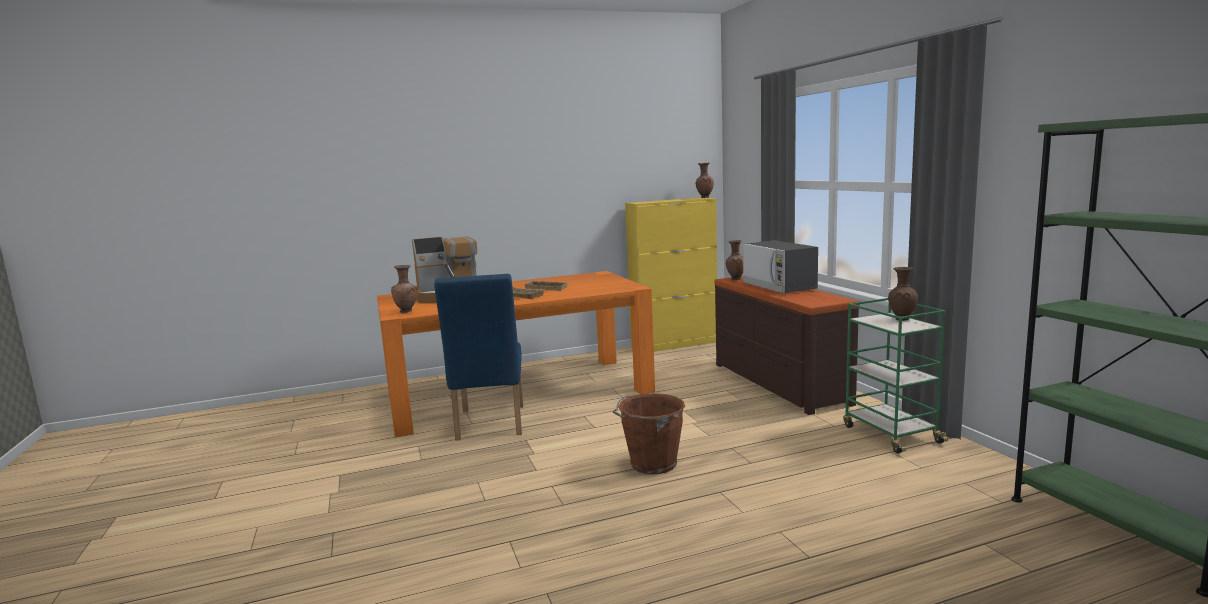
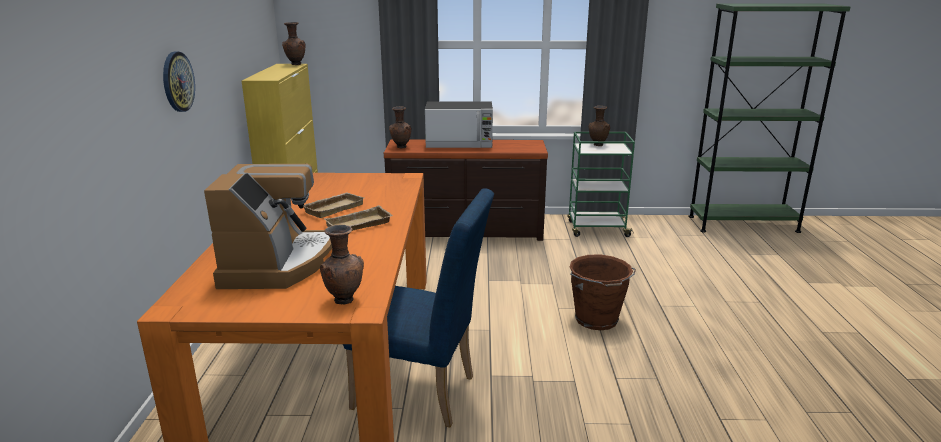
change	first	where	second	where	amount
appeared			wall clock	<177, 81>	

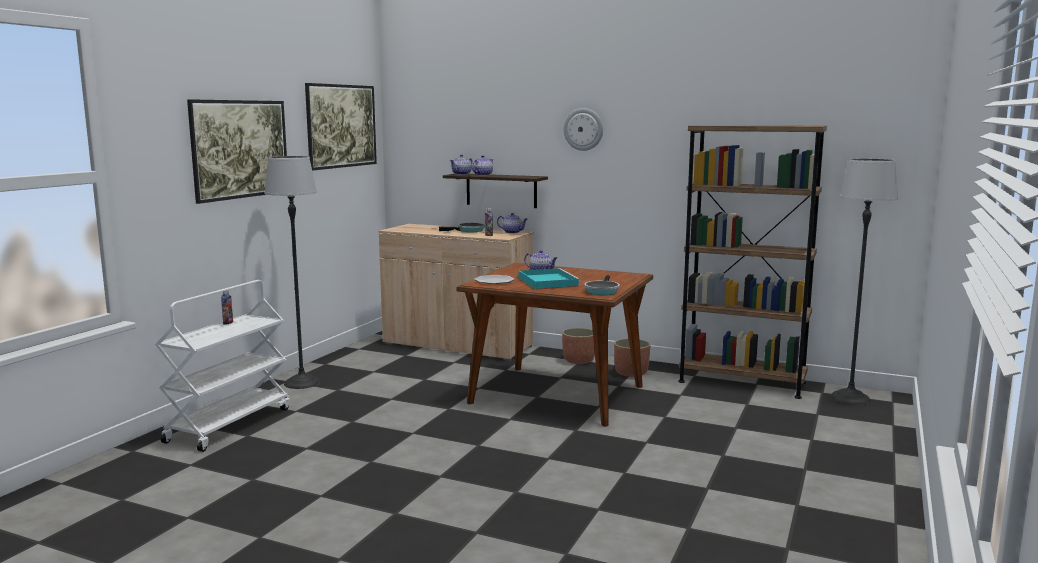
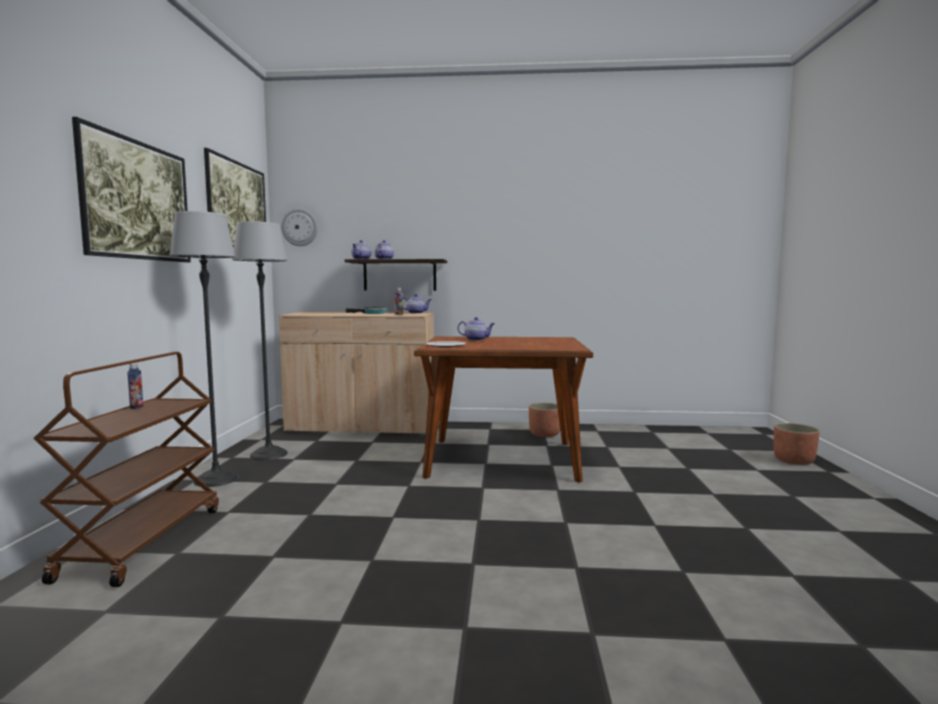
change	first	where	second	where	amount
colour	white cart	<229, 424>	brown cart	<143, 541>	
relocated	floor lamp	<850, 398>		<269, 454>	
relocated	wall clock	<583, 129>		<300, 227>	
relocated	planter	<578, 361>		<793, 461>	
missing	turquoise tray	<547, 282>			
missing	frying pan	<601, 291>			
missing	brown bookcase	<741, 382>			

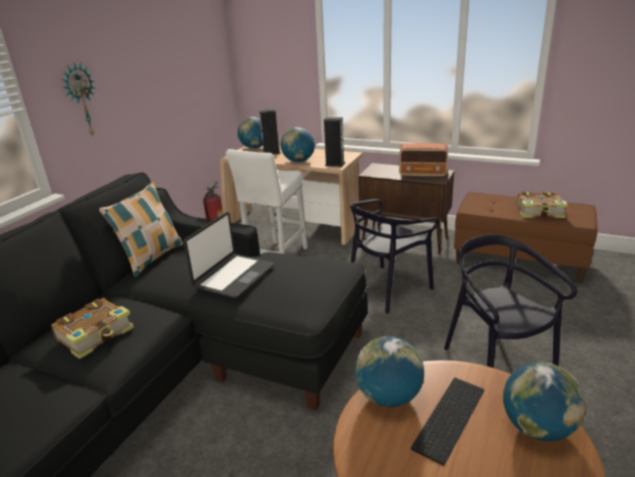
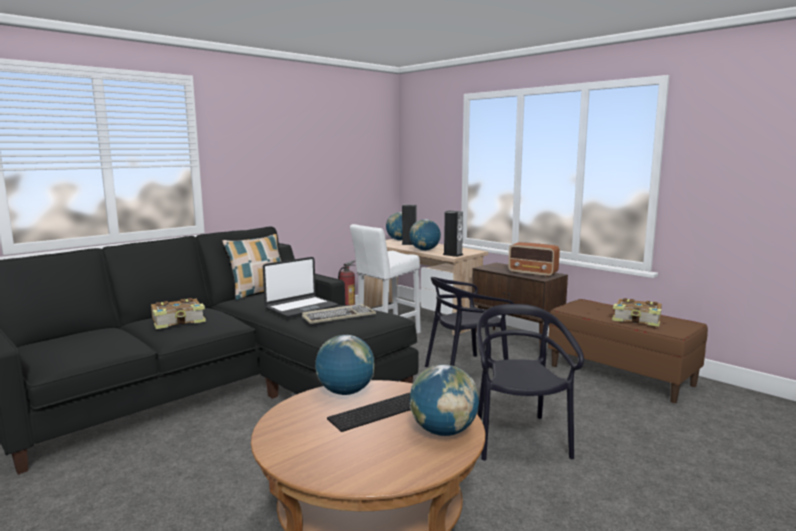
change	first	where	second	where	amount
appeared			keyboard	<338, 316>	
missing	wall clock	<81, 100>			

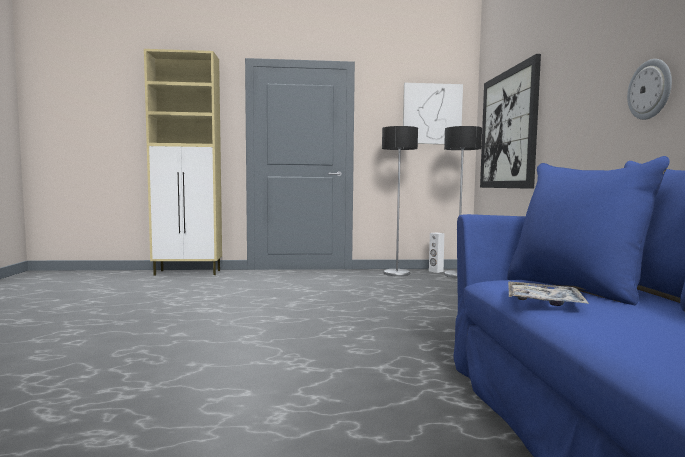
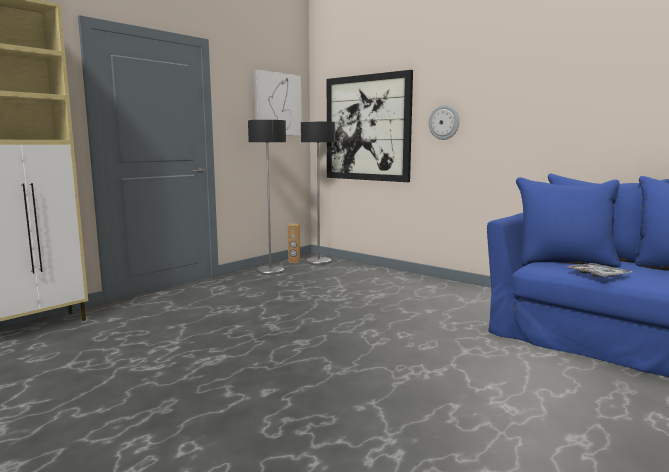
change	first	where	second	where	amount
colour	white speaker	<435, 271>	brown speaker	<294, 261>	
relocated	wall clock	<650, 89>		<444, 122>	

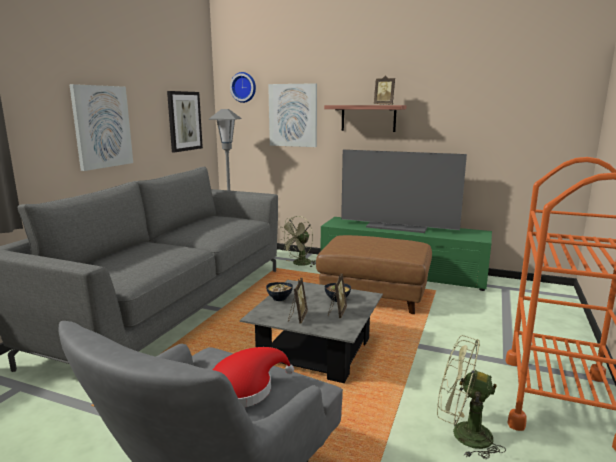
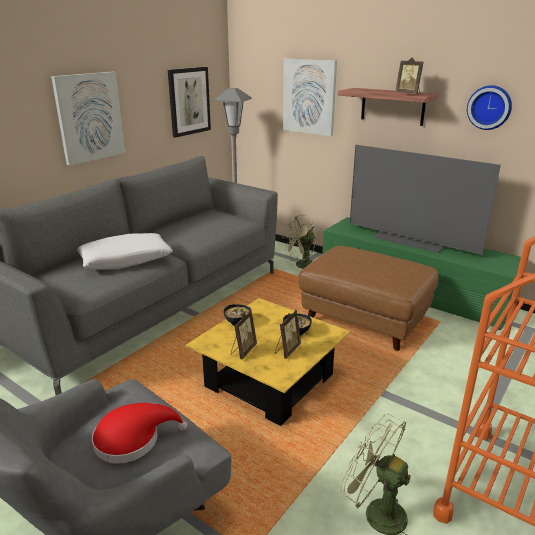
change	first	where	second	where	amount
appeared			white pillow	<125, 260>	
colour	grey coffee table	<315, 351>	yellow coffee table	<269, 381>	
relocated	wall clock	<244, 87>		<489, 107>	

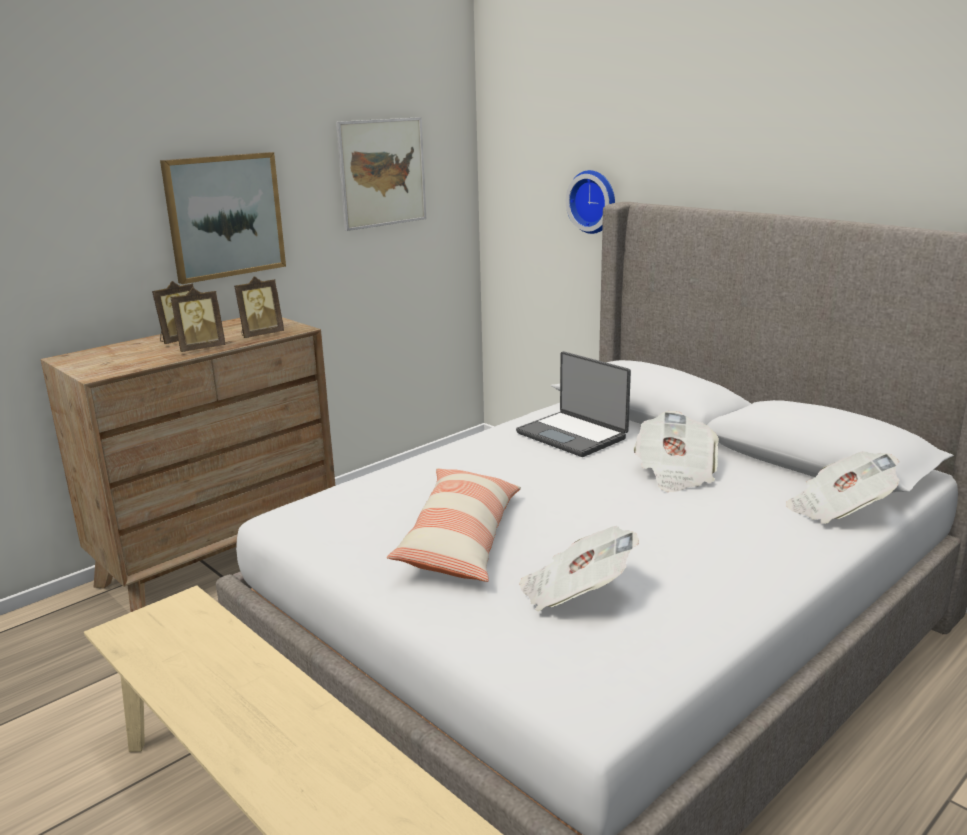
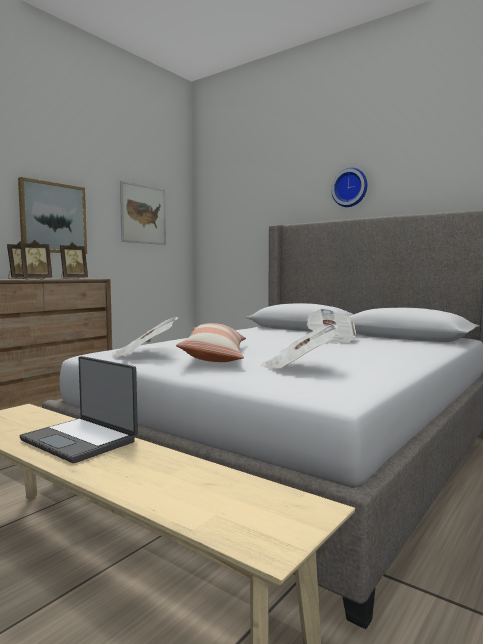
change	first	where	second	where	amount
relocated	laptop	<573, 435>		<81, 440>	
relocated	newspaper	<838, 510>		<144, 355>	
relocated	wall clock	<594, 201>		<350, 188>	

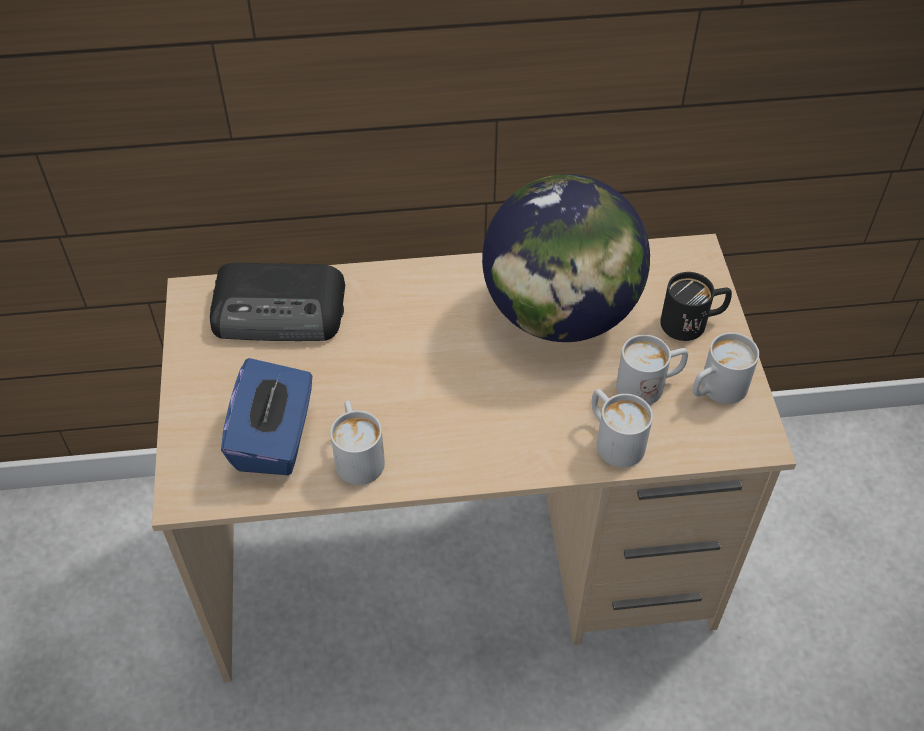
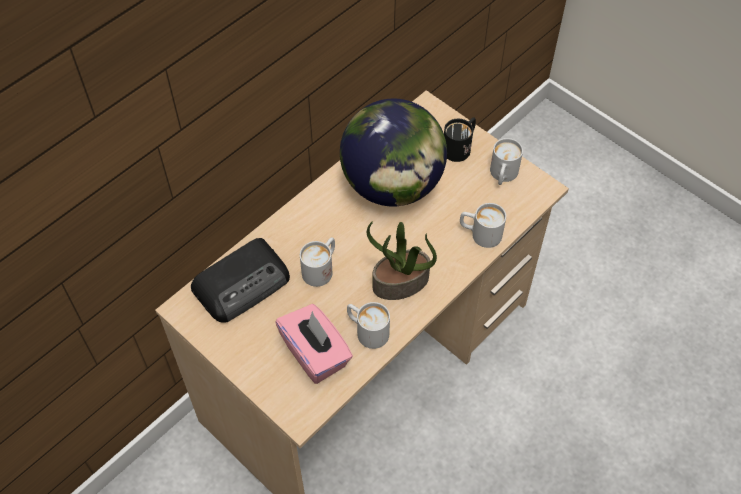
change	first	where	second	where	amount
colour	blue tissue box	<275, 439>	pink tissue box	<315, 354>	
relocated	white mug	<650, 385>		<321, 268>	
appeared			potted plant	<400, 283>	

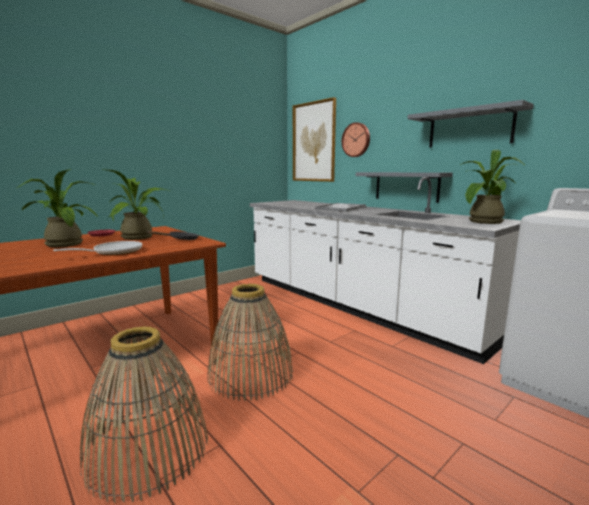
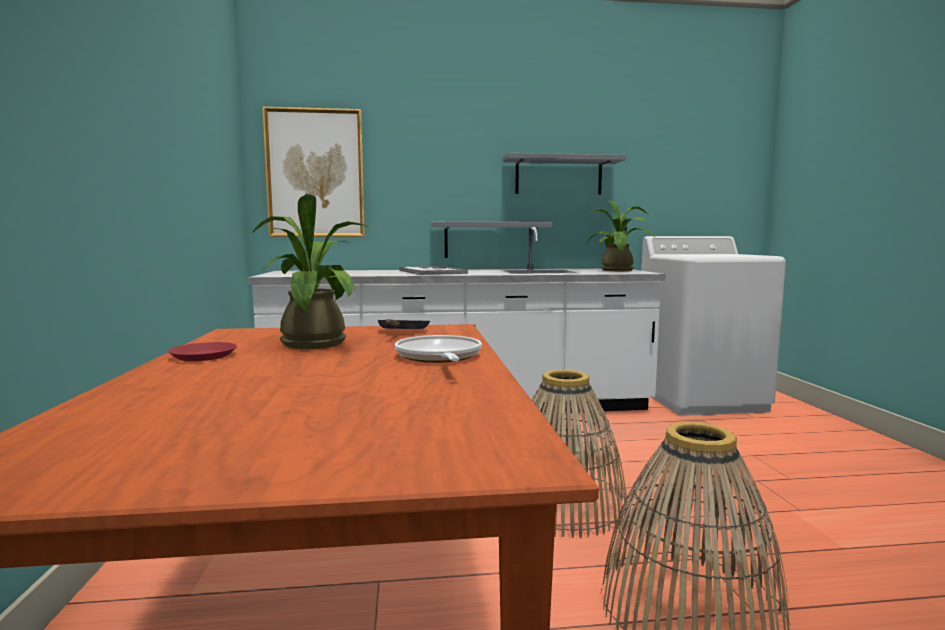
change	first	where	second	where	amount
missing	potted plant	<63, 244>			
missing	wall clock	<356, 140>			

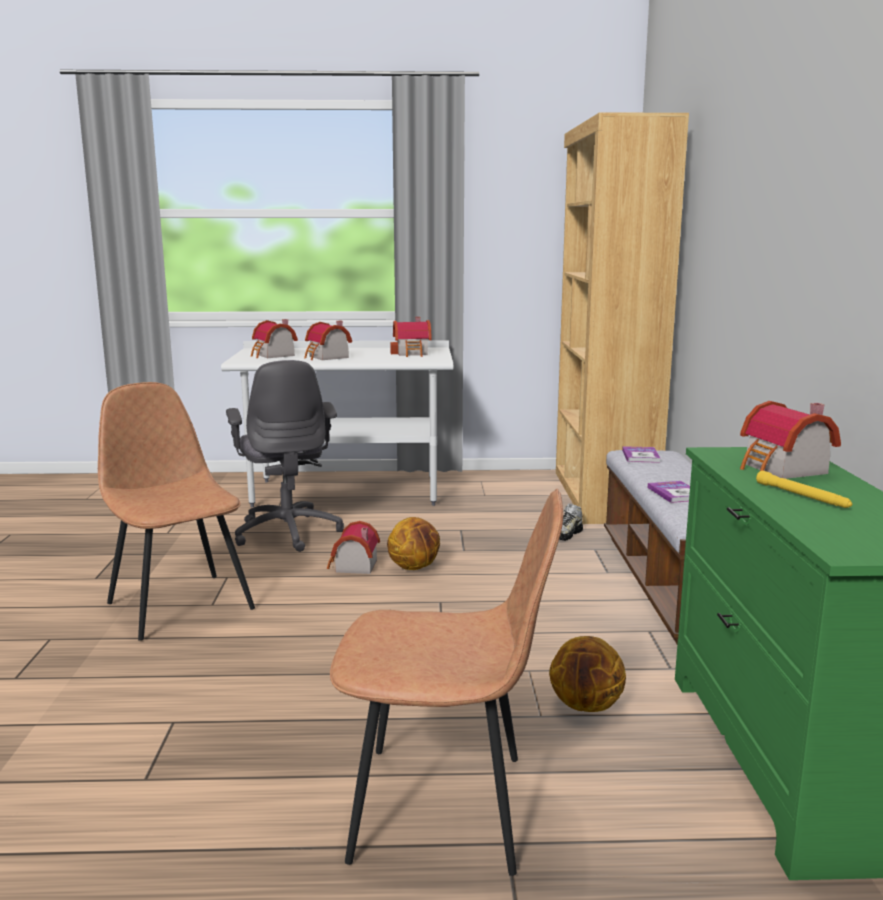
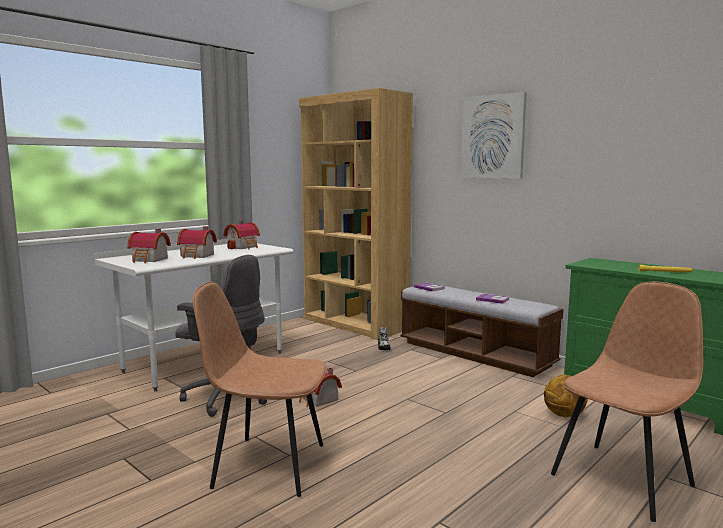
change	first	where	second	where	amount
appeared			picture	<493, 137>	
missing	basketball	<415, 567>			
missing	toy house	<783, 470>			

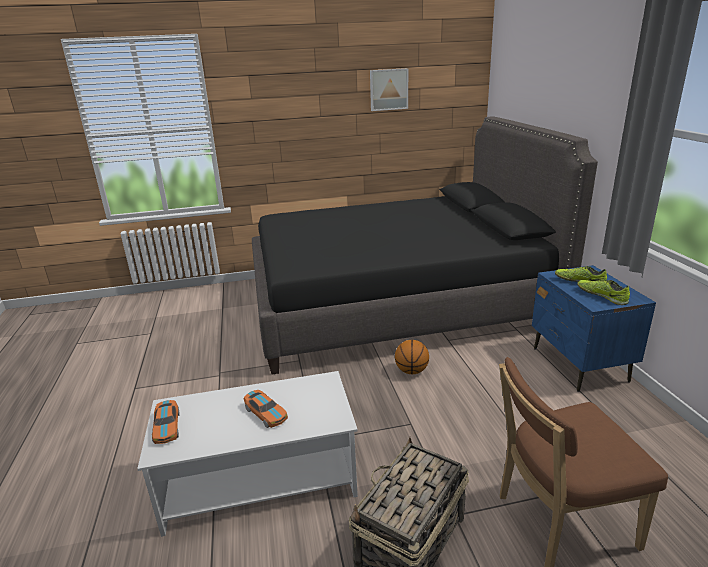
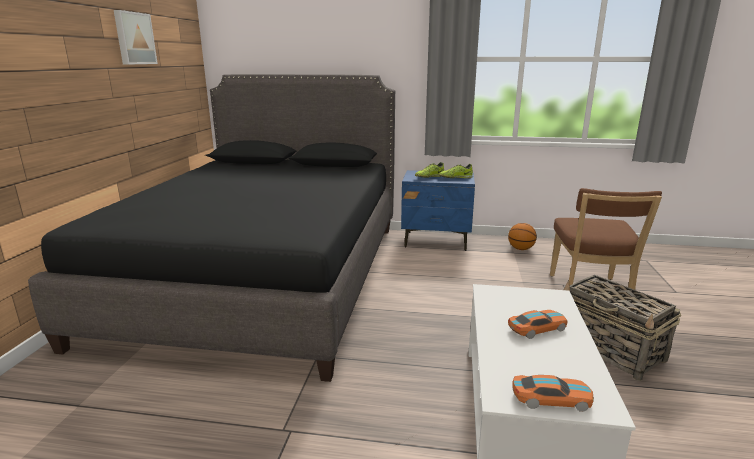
change	first	where	second	where	amount
relocated	basketball	<412, 371>		<520, 249>	

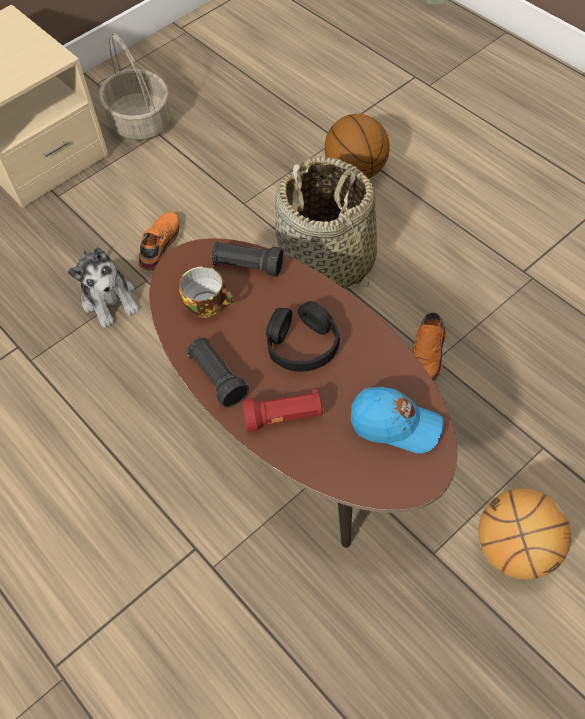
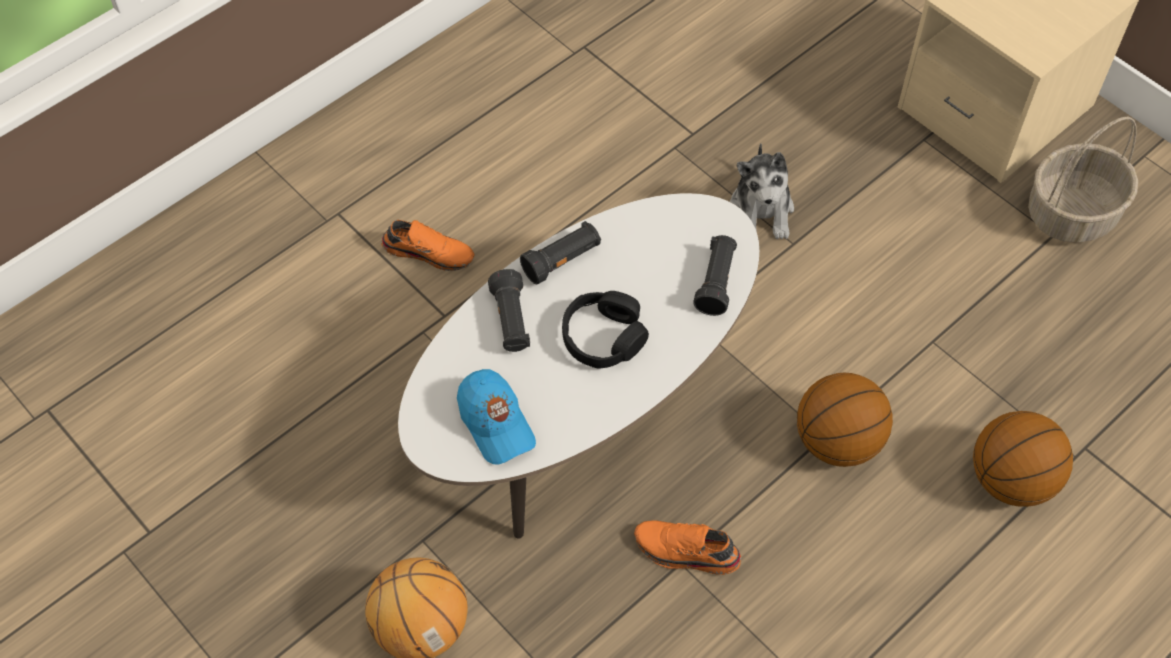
change	first	where	second	where	amount
relocated	orange shoe	<159, 245>		<429, 252>	
colour	brown coffee table	<298, 427>	white coffee table	<585, 408>	
spun	blue cap	<395, 425>		<495, 423>	45 degrees counterclockwise
colour	red flashlight	<284, 417>	black flashlight	<511, 321>	
spun	plush toy	<110, 299>		<762, 210>	60 degrees counterclockwise
exchanged	basket	<328, 261>	basketball	<837, 442>	
missing	cup	<208, 304>			

